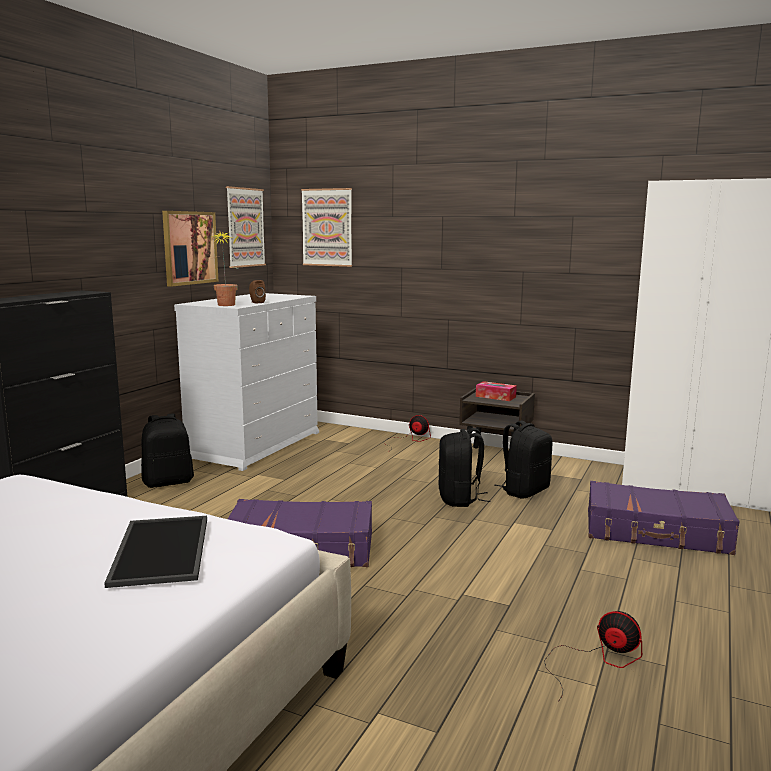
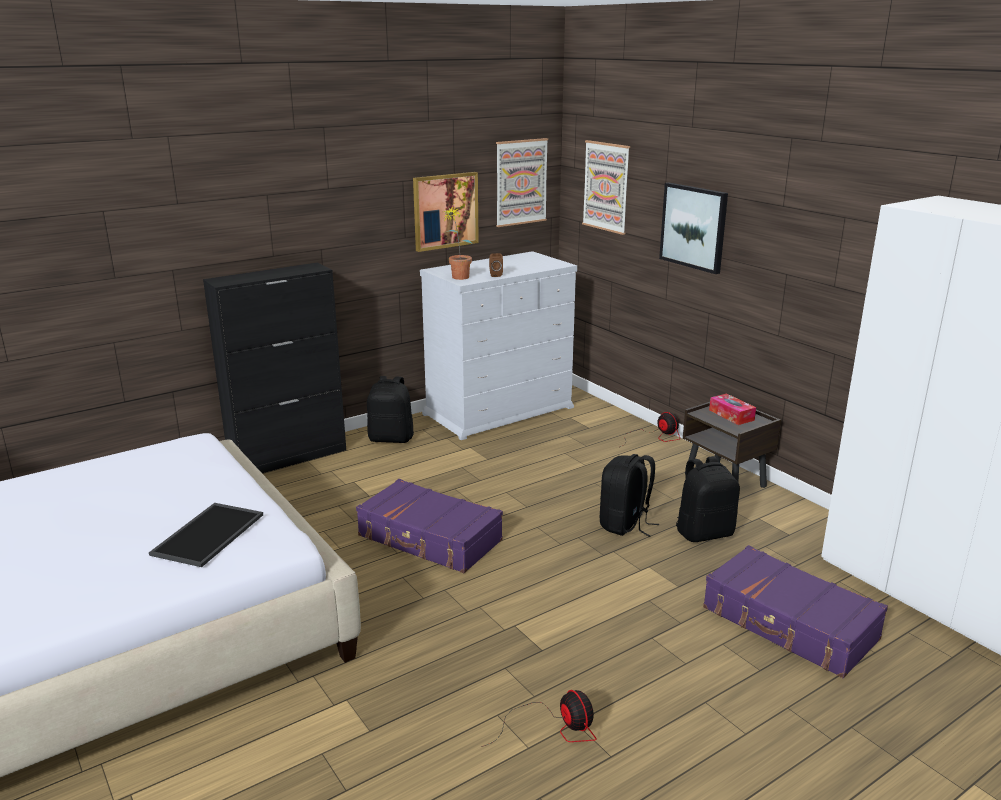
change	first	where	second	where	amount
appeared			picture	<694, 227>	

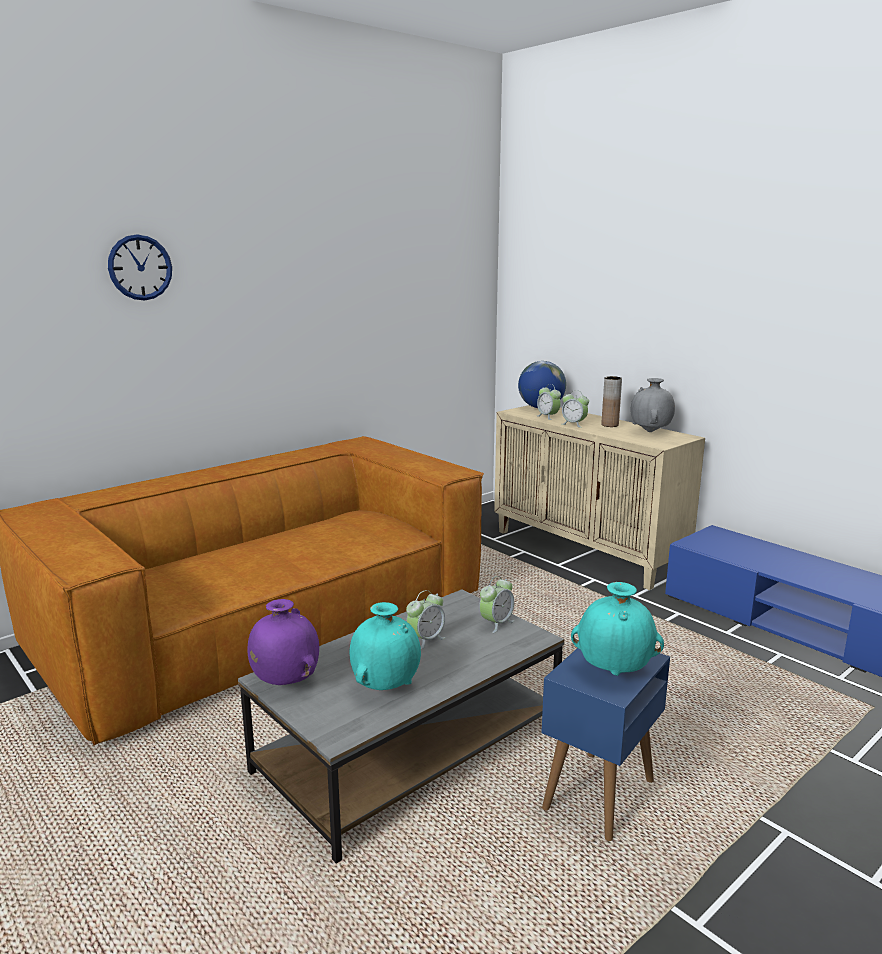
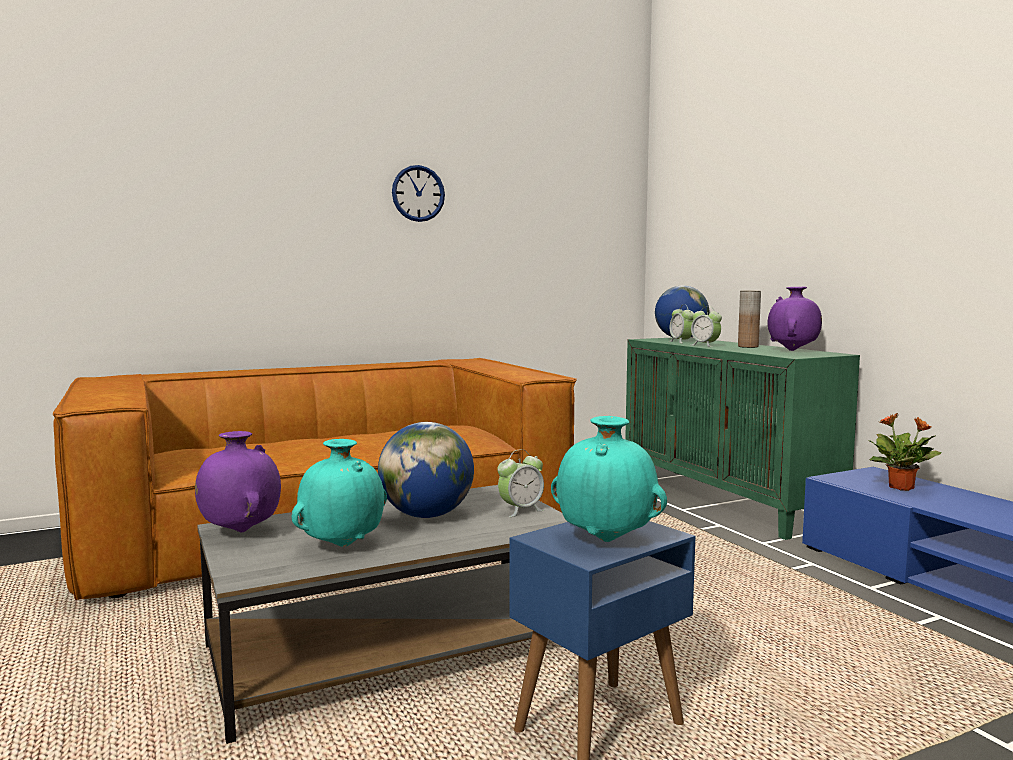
change	first	where	second	where	amount
exchanged	alarm clock	<426, 640>	globe	<426, 515>	
relocated	wall clock	<140, 267>		<418, 193>	
colour	beige cabinet	<587, 551>	green cabinet	<726, 501>	
colour	grey vase	<650, 432>	purple vase	<793, 350>	
appeared			potted plant	<902, 488>	

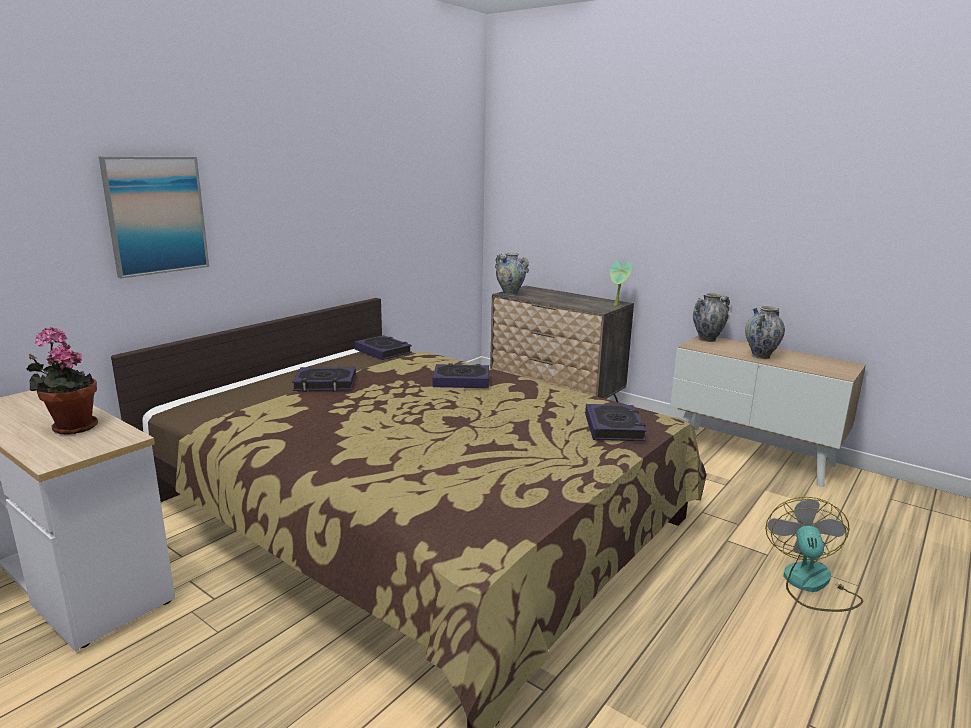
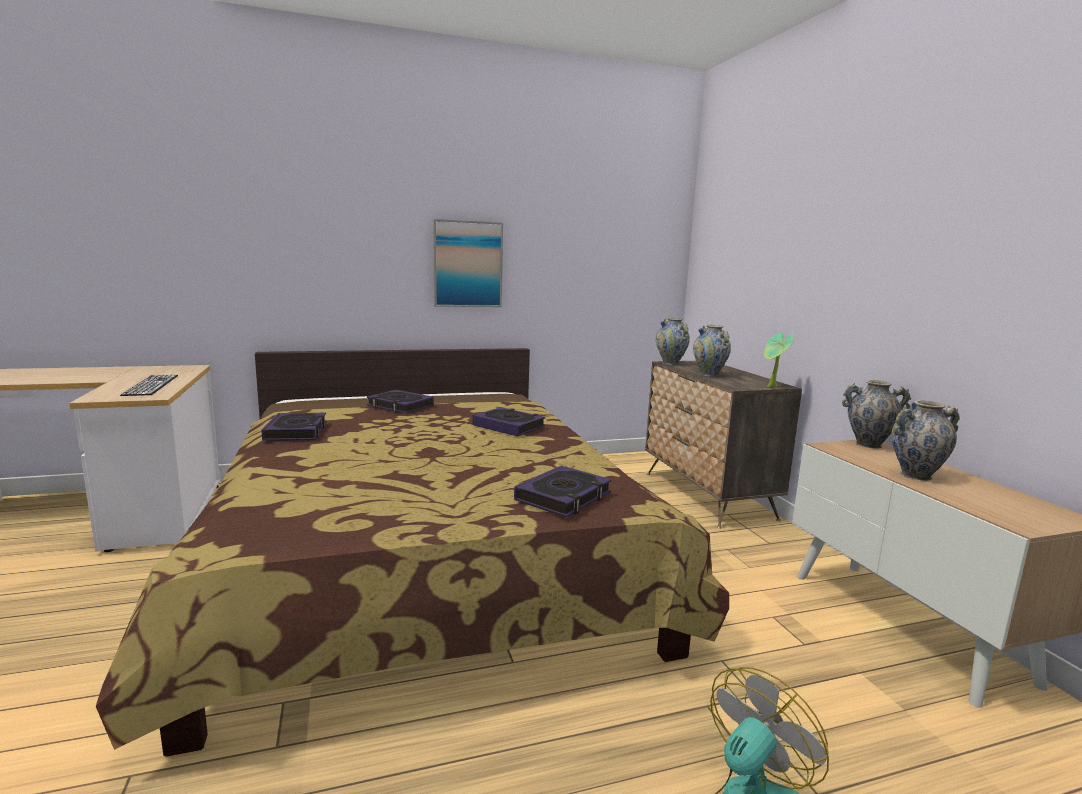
change	first	where	second	where	amount
exchanged	potted plant	<71, 427>	keyboard	<151, 385>	
relocated	book	<383, 351>		<296, 432>	
relocated	picture	<156, 215>		<468, 264>	
appeared			vase	<709, 375>	

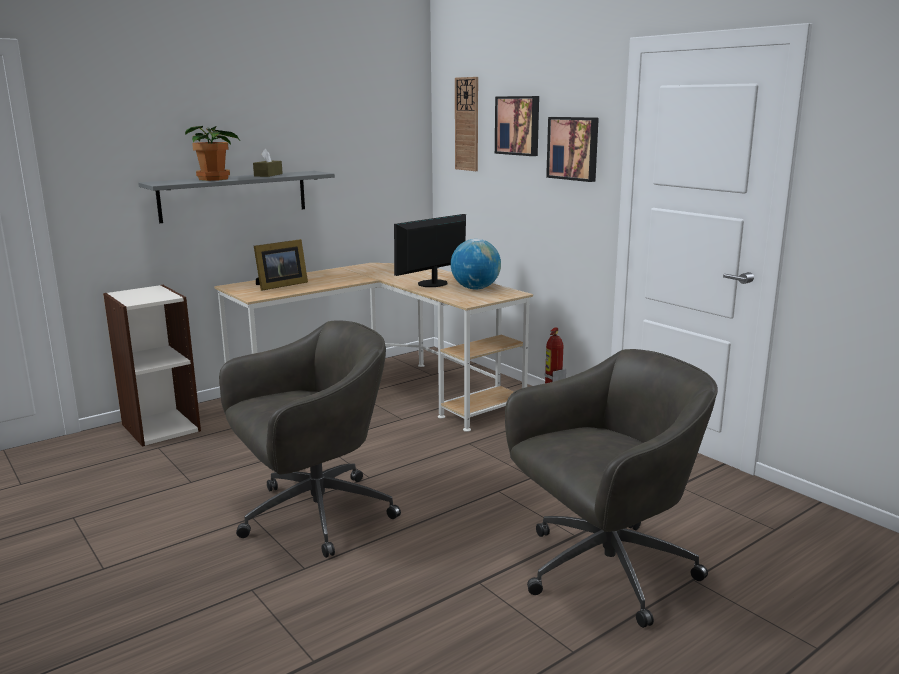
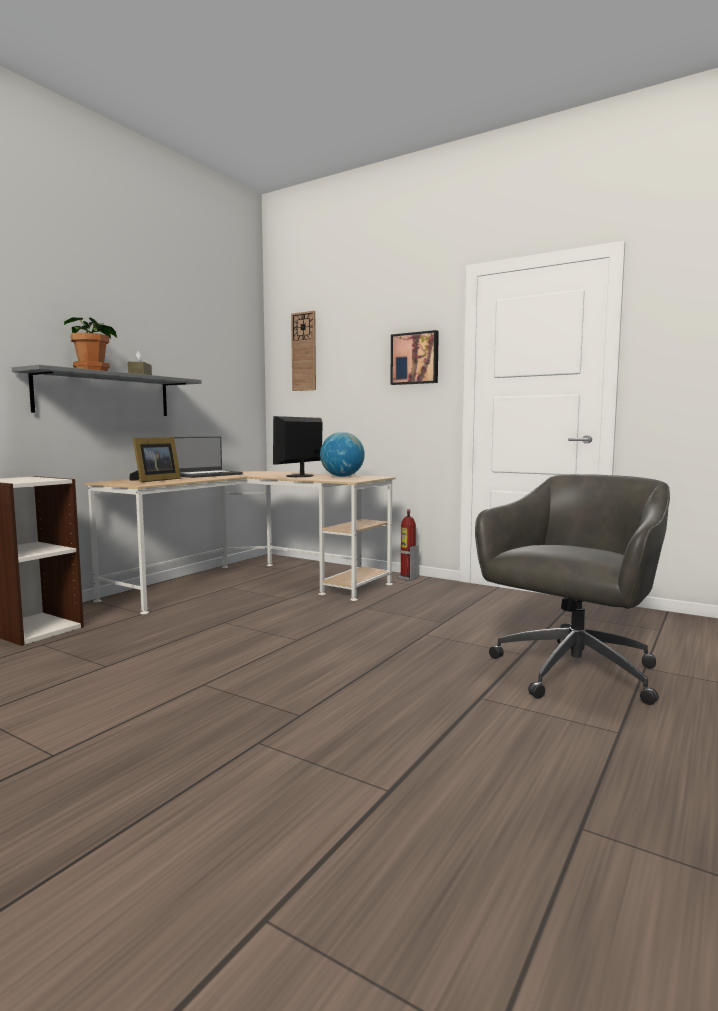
change	first	where	second	where	amount
appeared			laptop	<206, 475>	
missing	grey office chair	<313, 515>			
missing	picture	<518, 125>			

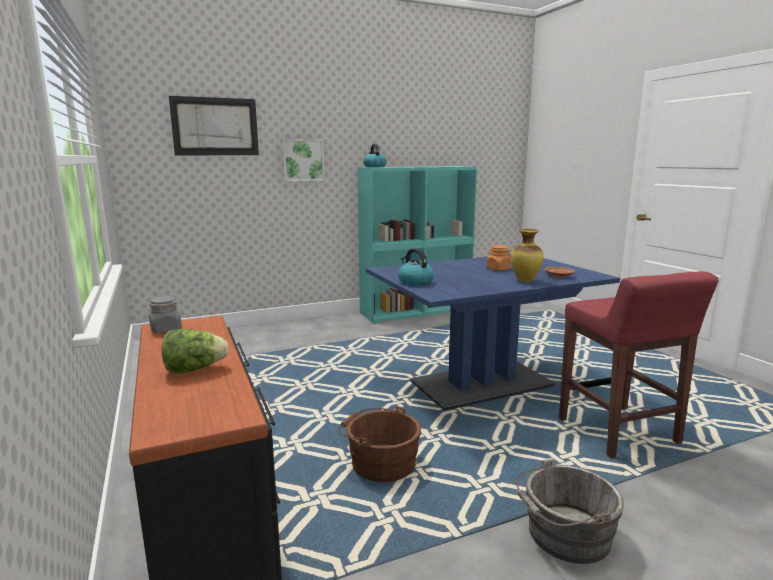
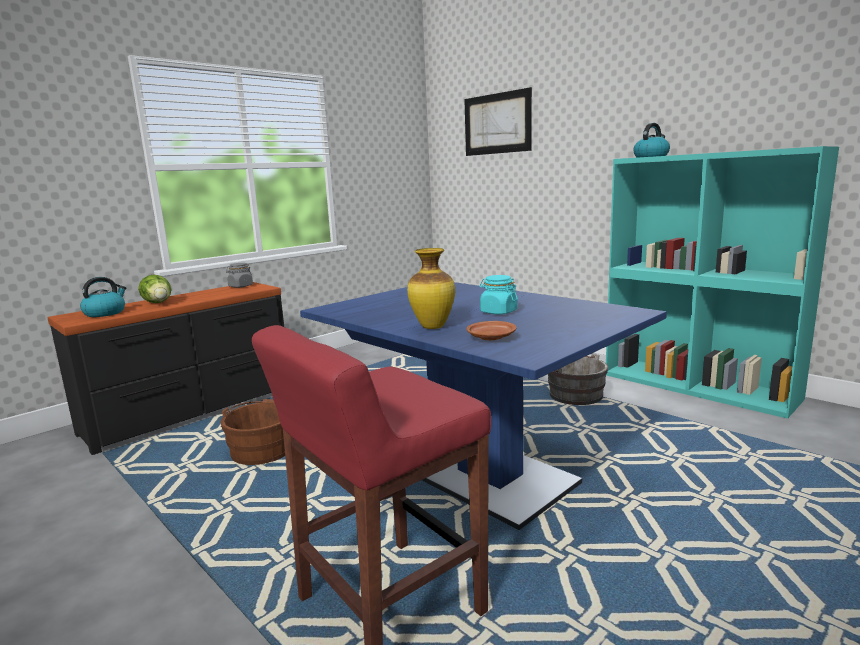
change	first	where	second	where	amount
relocated	kettle	<415, 282>		<105, 313>	
colour	orange jar	<498, 269>	turquoise jar	<498, 312>	
relocated	grey bucket	<564, 535>		<573, 395>	
missing	picture	<303, 160>			

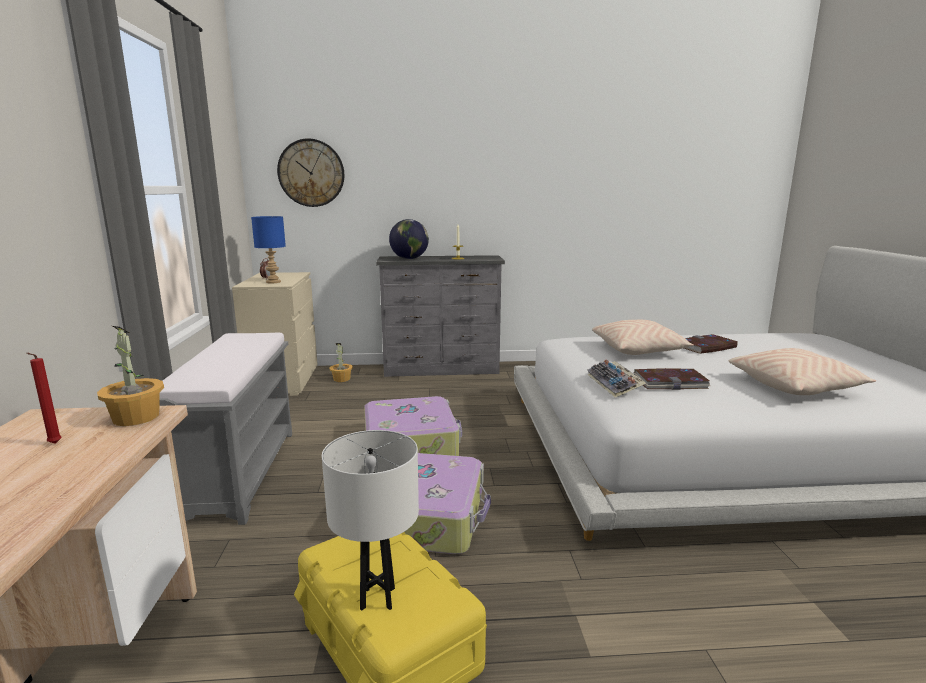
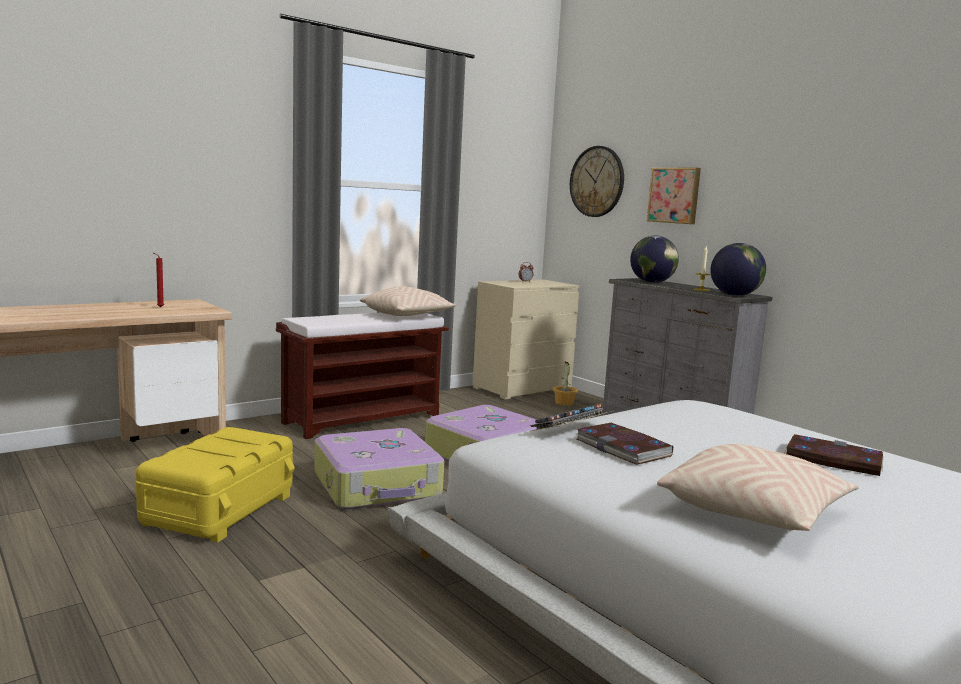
change	first	where	second	where	amount
colour	grey bench	<239, 472>	brown bench	<363, 419>	
relocated	beige pillow	<639, 350>		<407, 316>	
appeared			picture	<674, 195>	
appeared			globe	<735, 295>	
missing	potted plant	<135, 417>			
missing	blue table lamp	<273, 282>			
missing	white table lamp	<377, 598>			

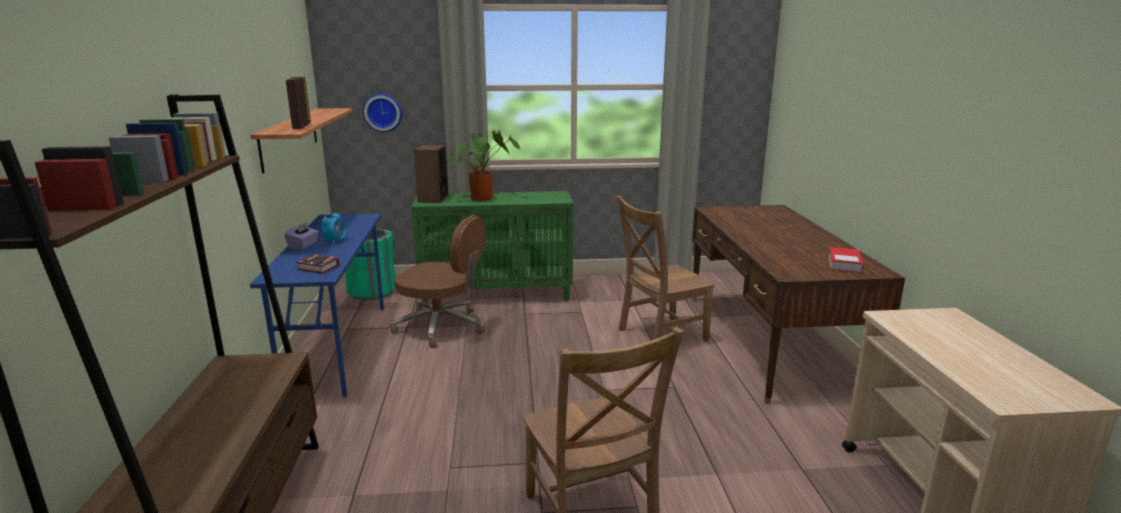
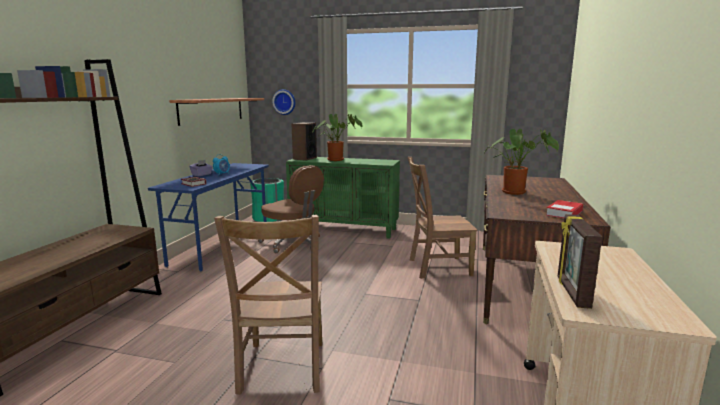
change	first	where	second	where	amount
appeared			potted plant	<516, 192>	
relocated	picture frame	<301, 126>		<572, 292>	

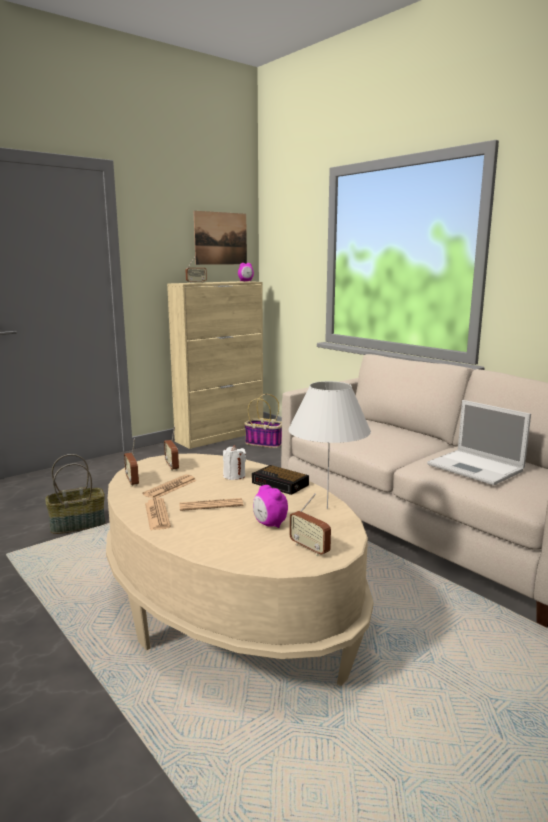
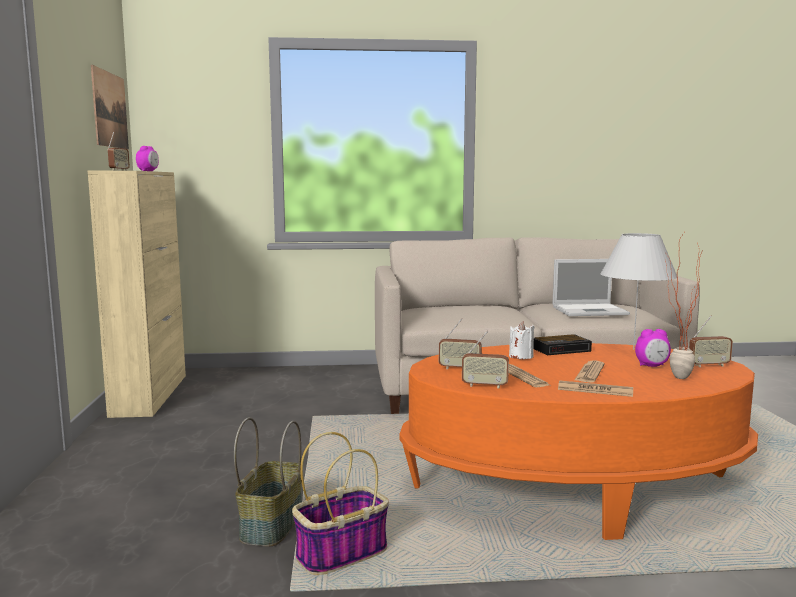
change	first	where	second	where	amount
relocated	basket	<264, 443>		<342, 553>	
colour	beige coffee table	<228, 607>	orange coffee table	<574, 487>	
appeared			potted plant	<672, 377>	

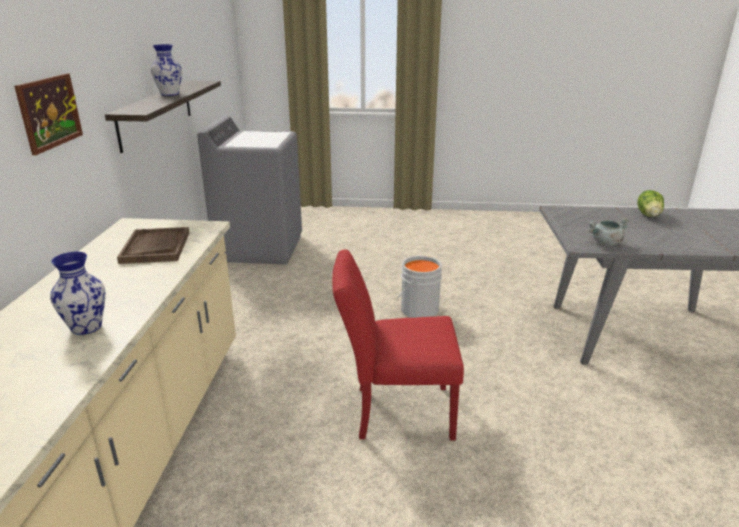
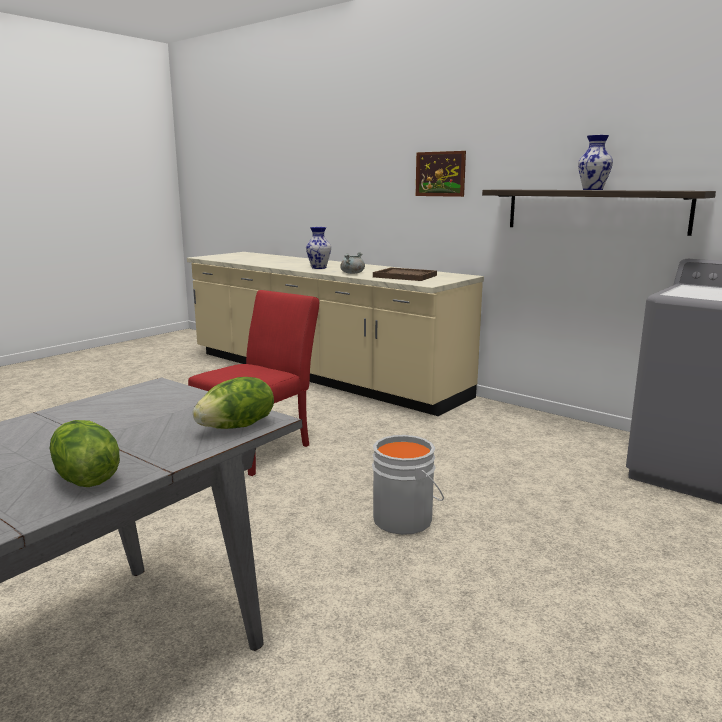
change	first	where	second	where	amount
appeared			lettuce	<237, 427>	
relocated	grey cooking pot	<605, 243>		<352, 273>	

